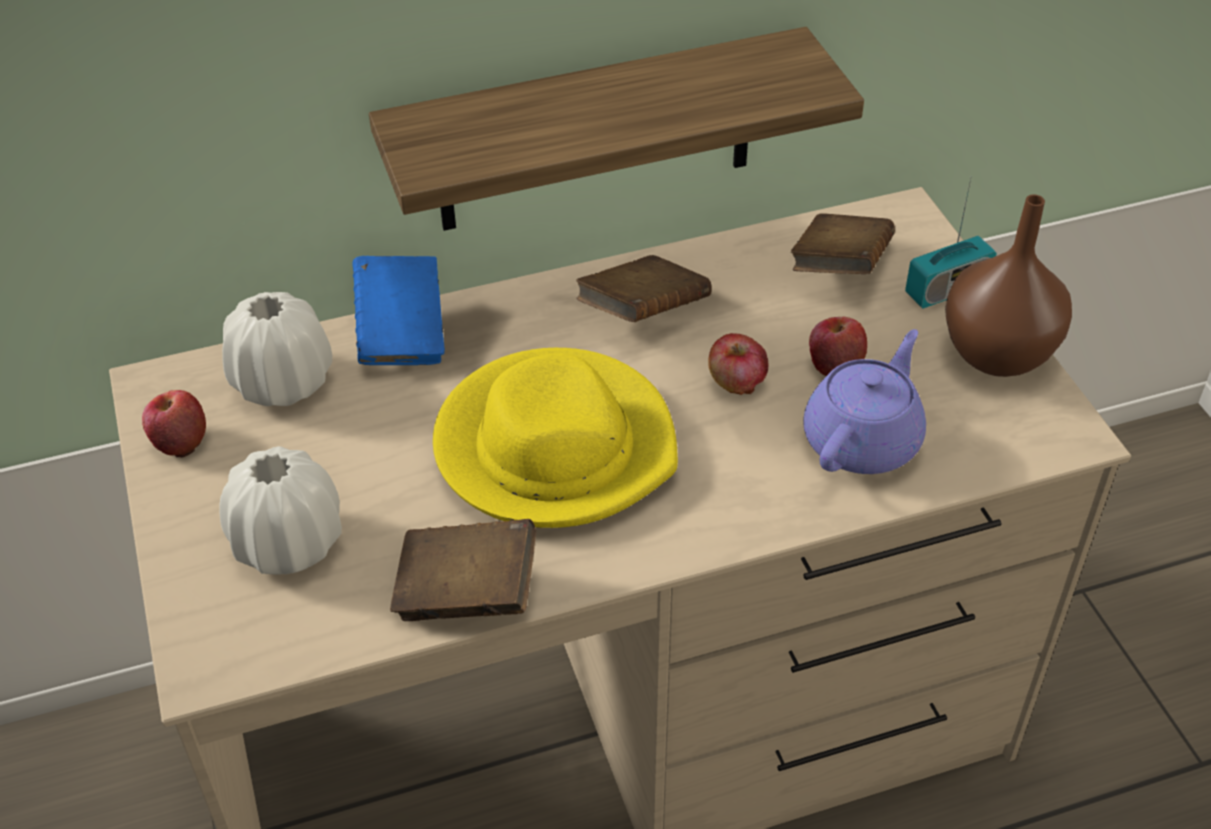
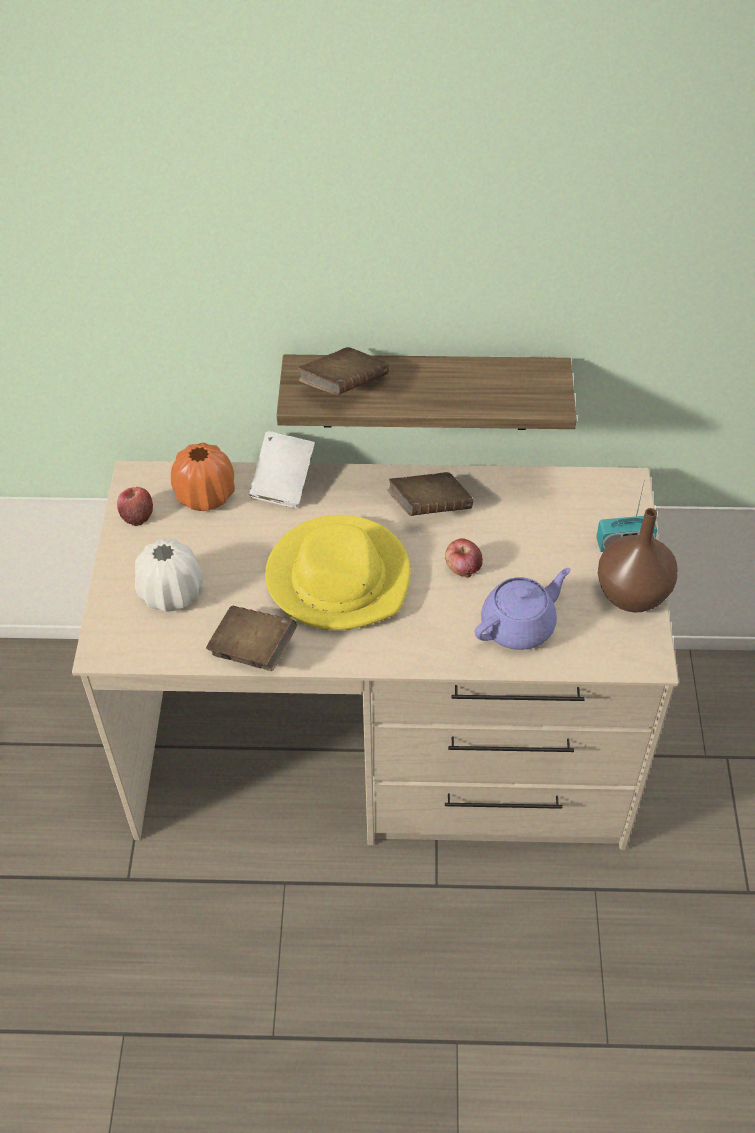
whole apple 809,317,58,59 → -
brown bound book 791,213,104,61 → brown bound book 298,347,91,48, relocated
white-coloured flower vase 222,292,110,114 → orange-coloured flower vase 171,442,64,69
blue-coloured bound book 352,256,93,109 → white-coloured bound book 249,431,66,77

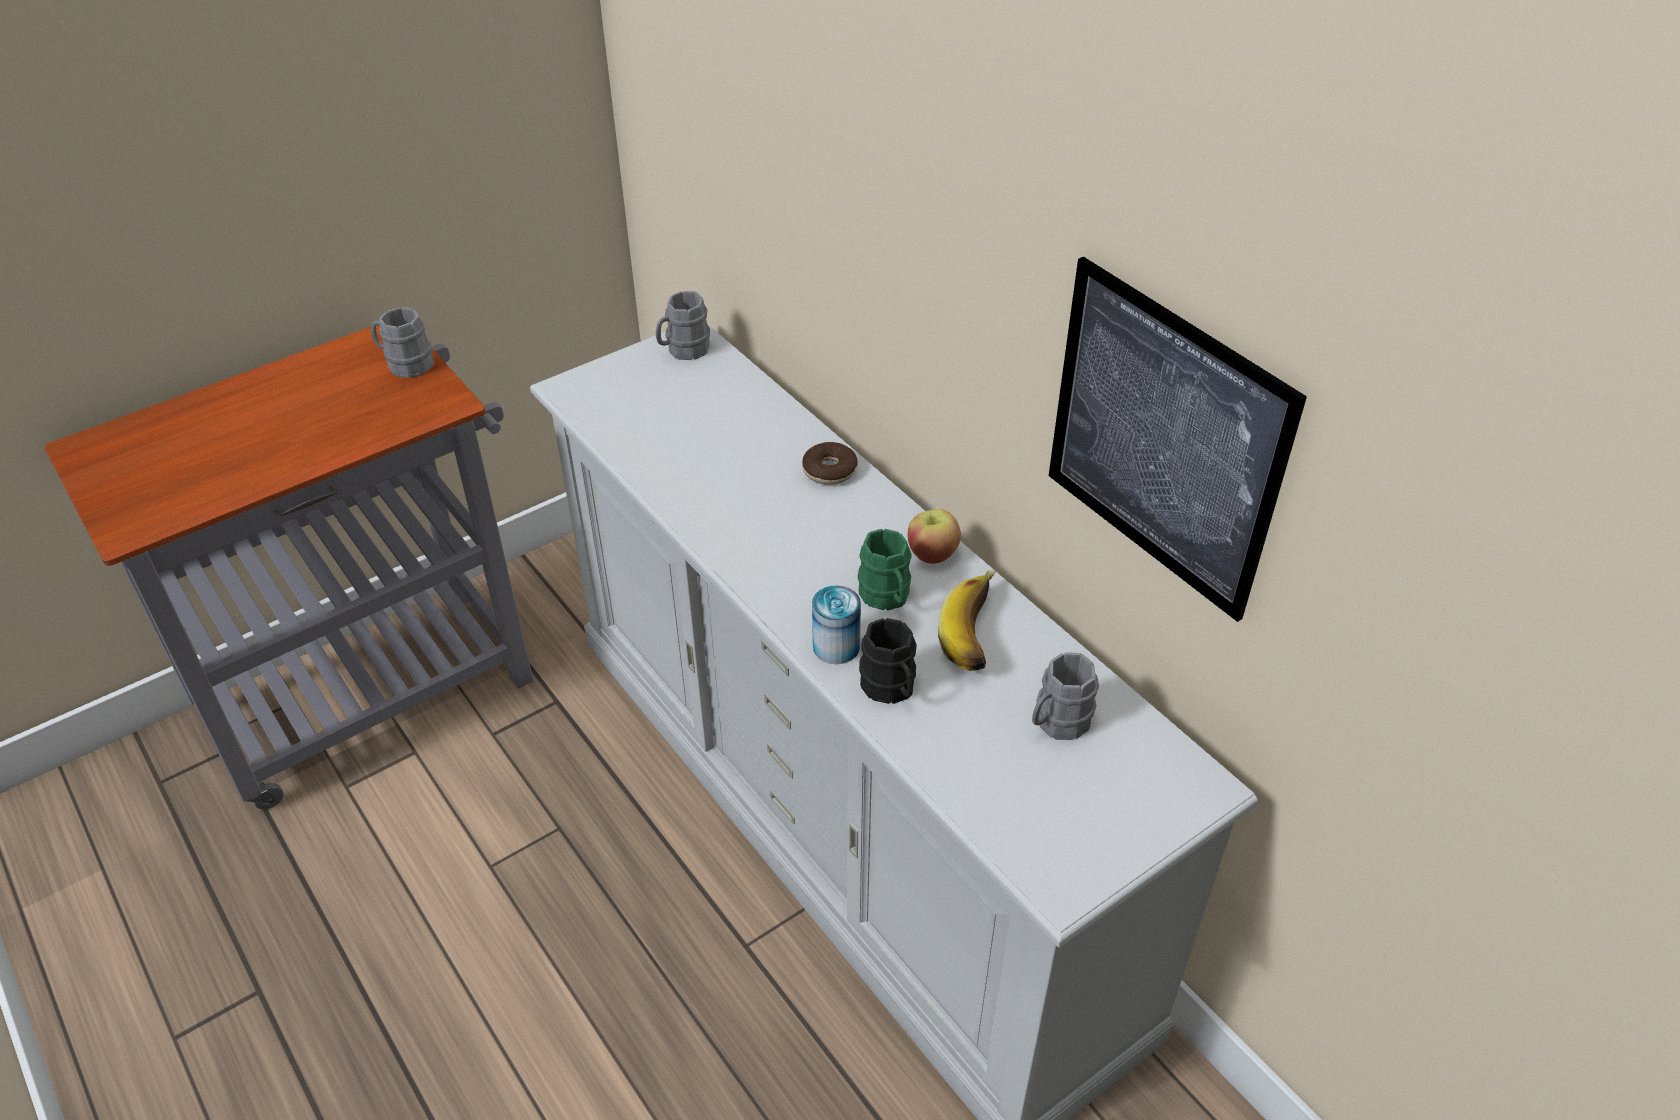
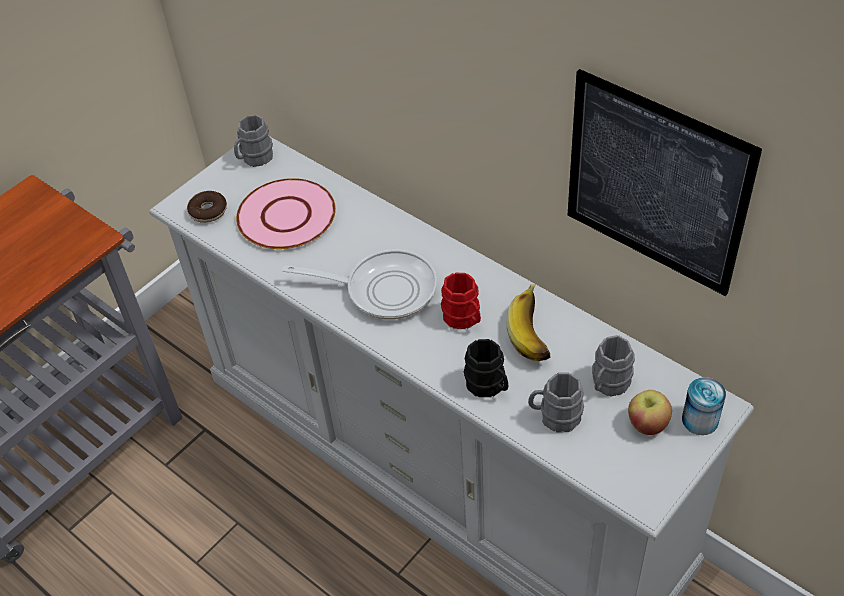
- → pink-coloured dinner plate 236,178,100,71
- → pan 282,250,155,70
gray tea mug 371,307,63,71 → gray tea mug 528,372,56,61, relocated
doughnut 802,442,56,43 → doughnut 187,191,40,32, relocated
can 812,585,49,79 → can 682,377,44,58, relocated
whole apple 908,509,53,55 → whole apple 628,390,44,45, relocated
green tea mug 858,529,54,81 → reddish tea mug 441,273,40,56

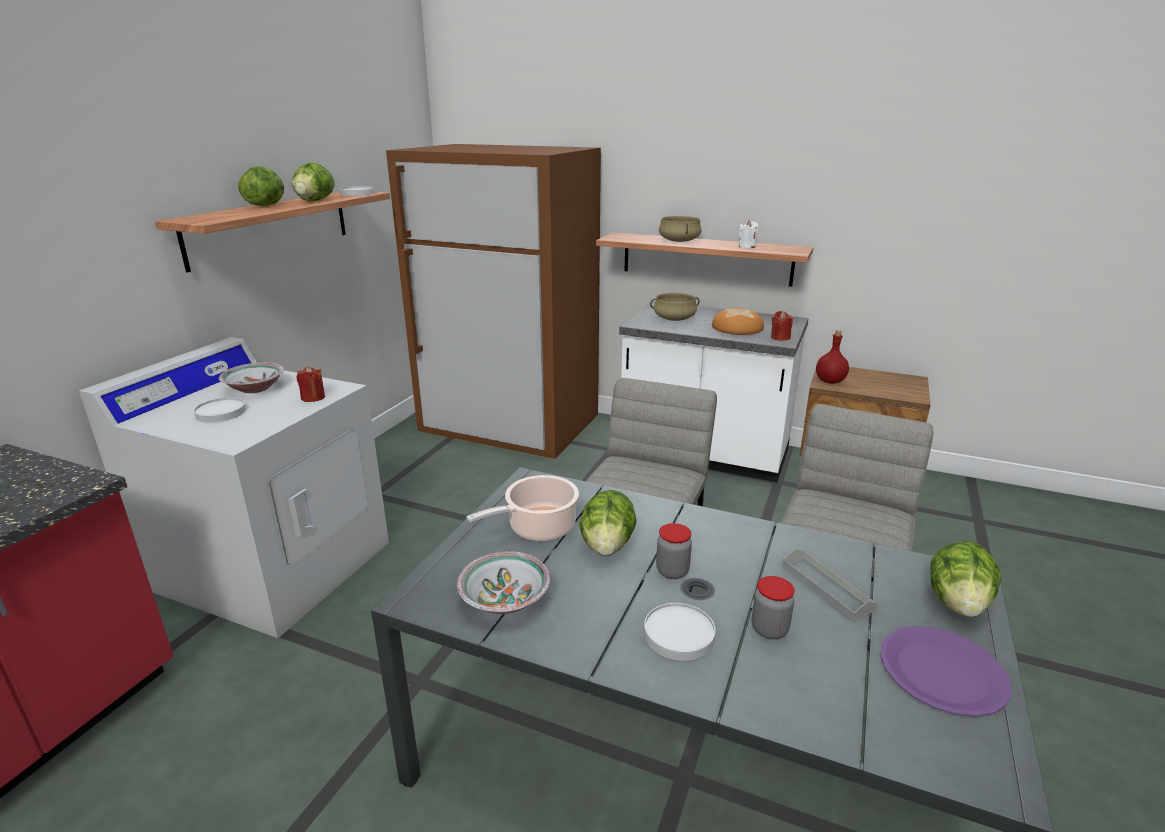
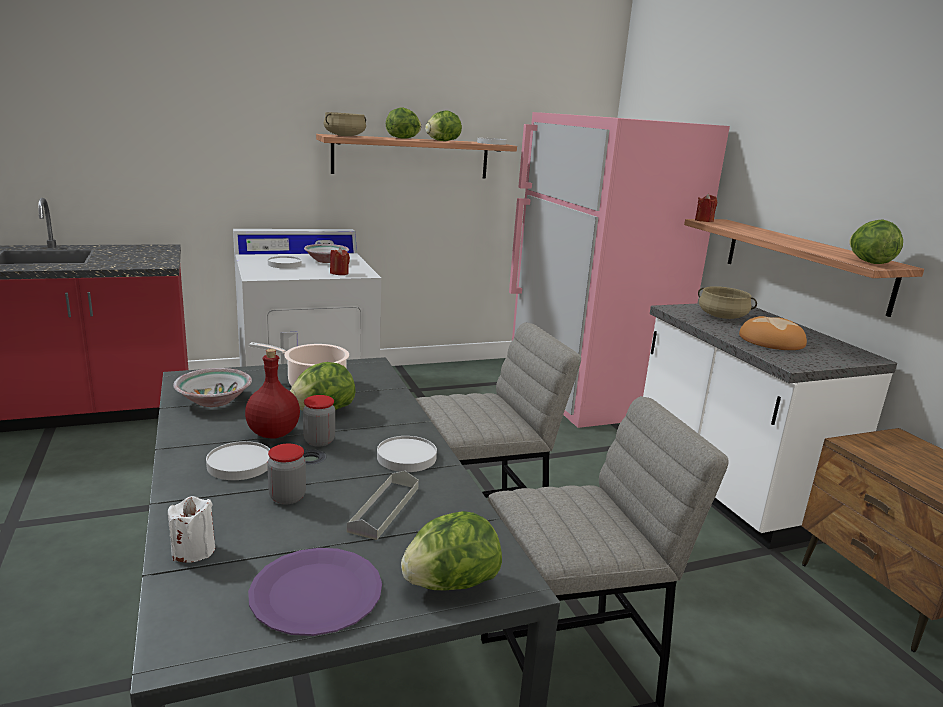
- → white-coloured dinner plate 377,436,60,36
- → lettuce head 849,219,54,45
sand-coloured stockpot 659,216,42,26 → sand-coloured stockpot 323,112,43,24, relocated
white-coloured wax candle 738,220,20,28 → white-coloured wax candle 168,496,47,66, relocated
reddish wax candle 771,311,22,30 → reddish wax candle 695,194,22,28, relocated
reddish beverage bottle 816,330,33,54 → reddish beverage bottle 245,349,55,90, relocated
brown kitchen fridge 386,144,215,315 → pink-coloured kitchen fridge 509,112,221,316

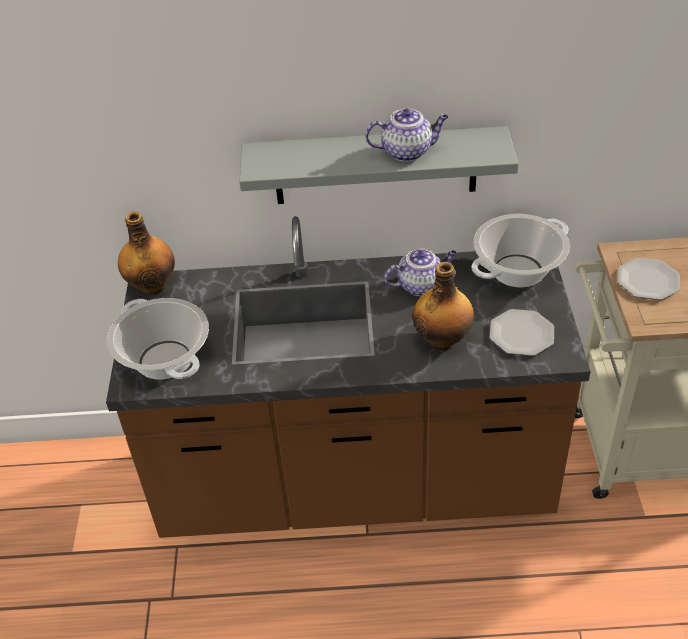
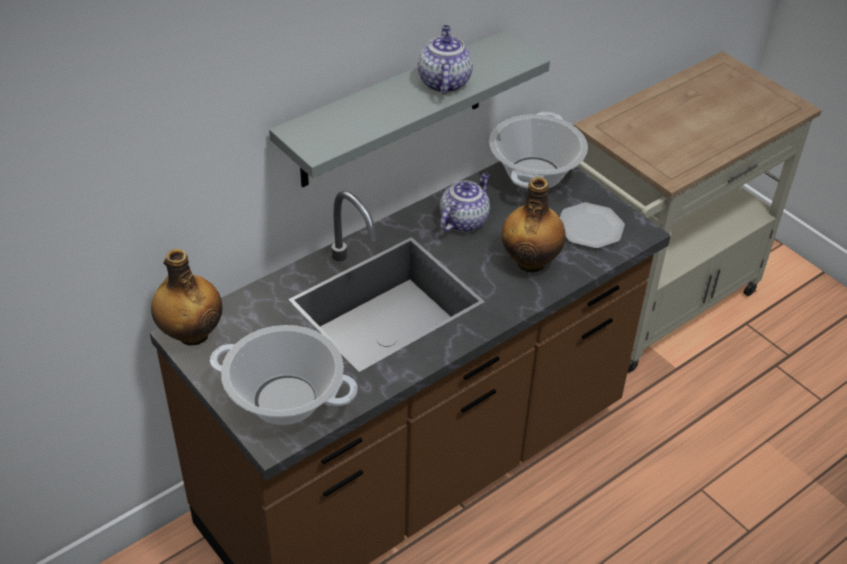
dinner plate 618,258,62,42 → -
pot for tea 365,109,84,53 → pot for tea 418,25,55,69, 45 degrees counterclockwise

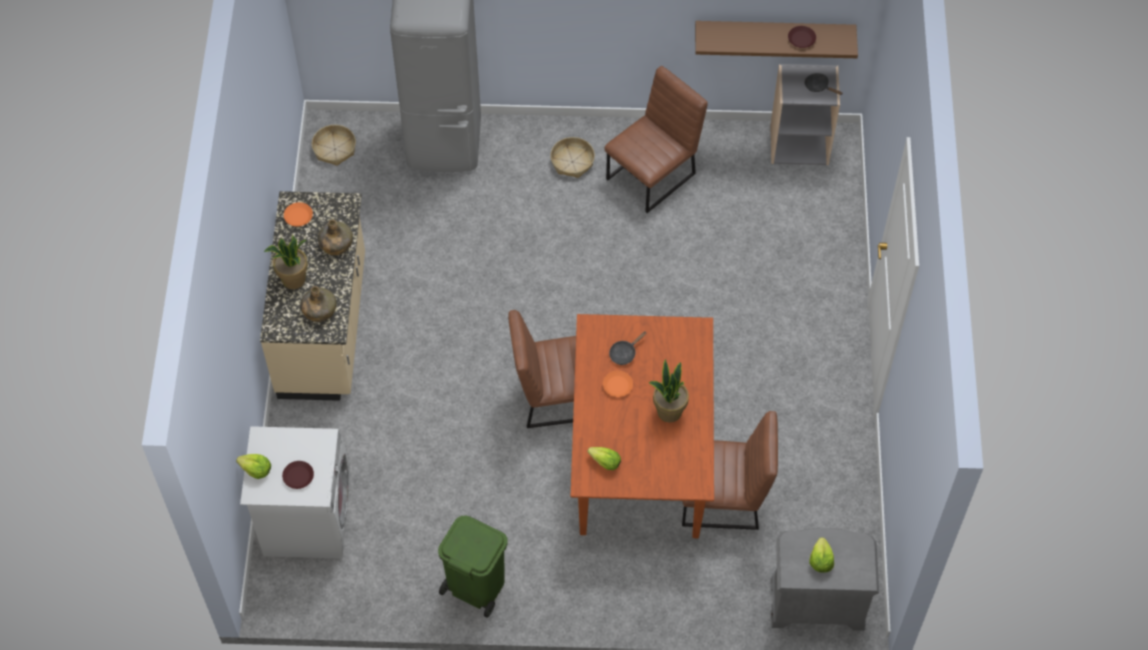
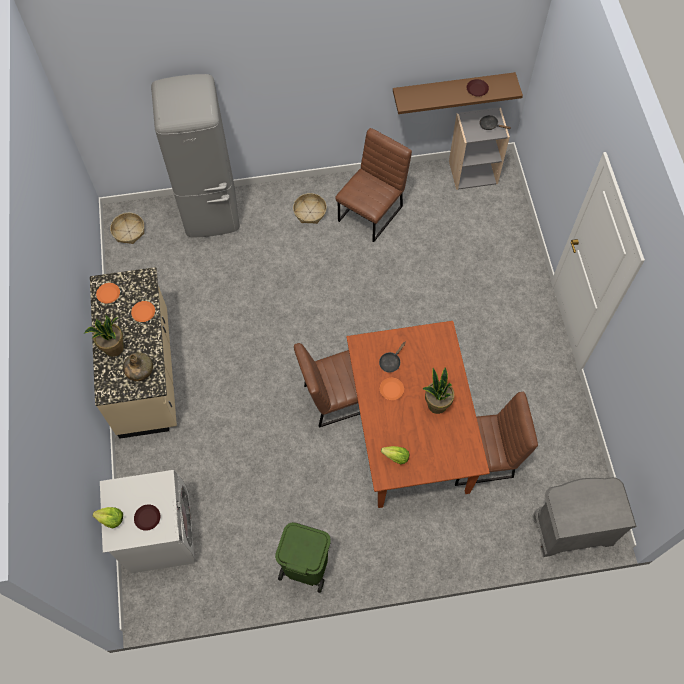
lettuce head 809,537,25,35 → -
green beverage bottle 318,219,35,36 → orange-coloured dinner plate 131,301,24,21

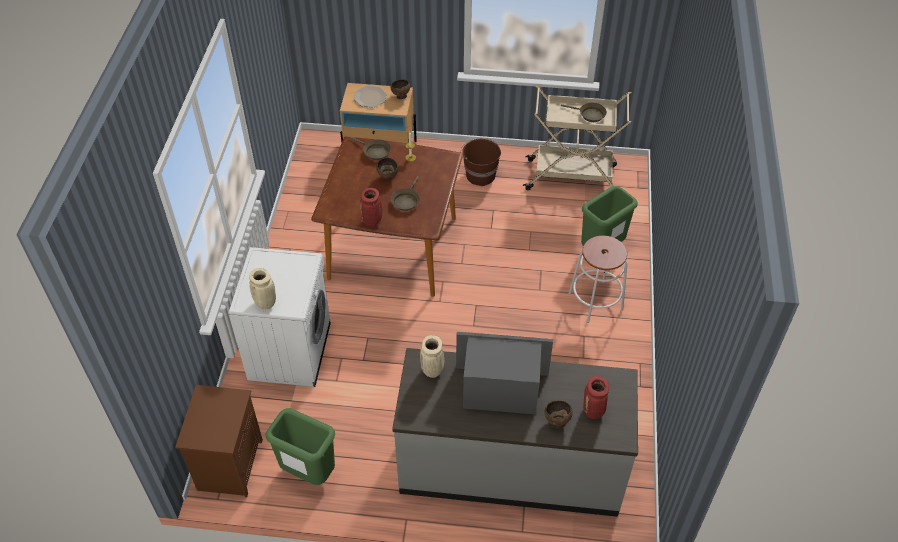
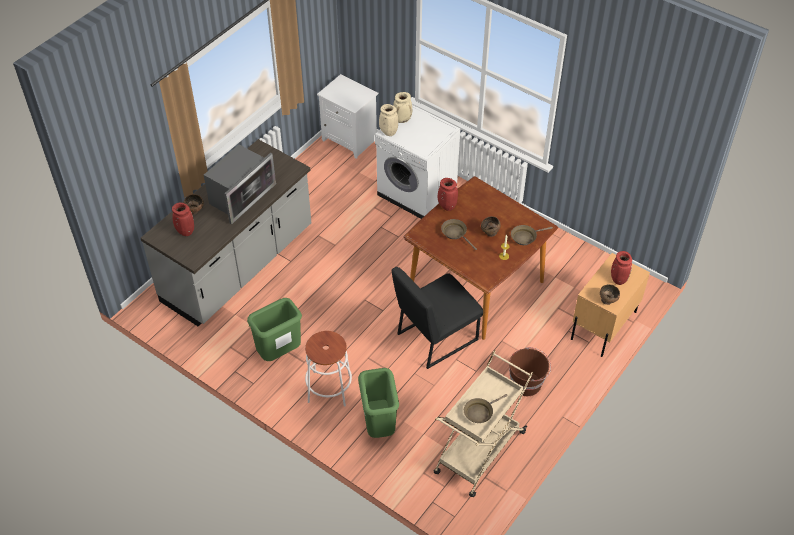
- → blackish upright chair 392,267,91,102
green trash can 266,408,69,77 → green trash can 247,298,55,63, relocated
sand-coloured flower vase 420,335,24,43 → sand-coloured flower vase 379,104,19,32, relocated
dinner plate 354,86,33,21 → reddish flower vase 611,251,21,34
brown nightstand 175,385,88,113 → white-coloured nightstand 317,74,61,85

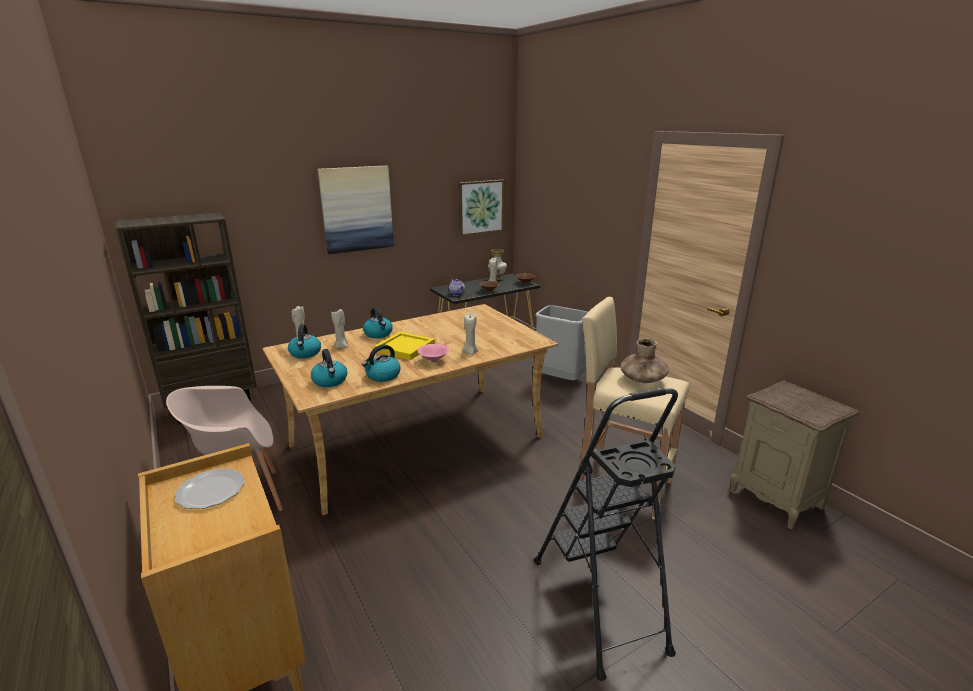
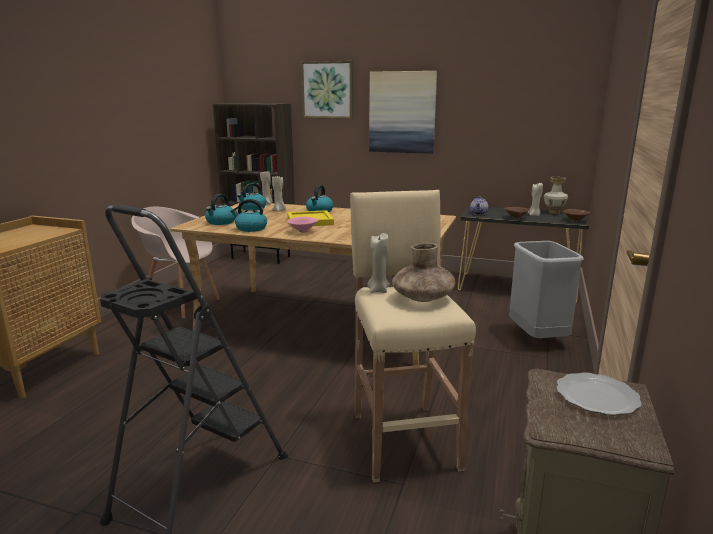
dinner plate 175,469,70,40 → dinner plate 556,372,86,43, relocated
picture 458,180,46,56 → picture 301,61,52,58, relocated
sand-coloured wax candle 462,312,16,43 → sand-coloured wax candle 367,233,23,60, relocated

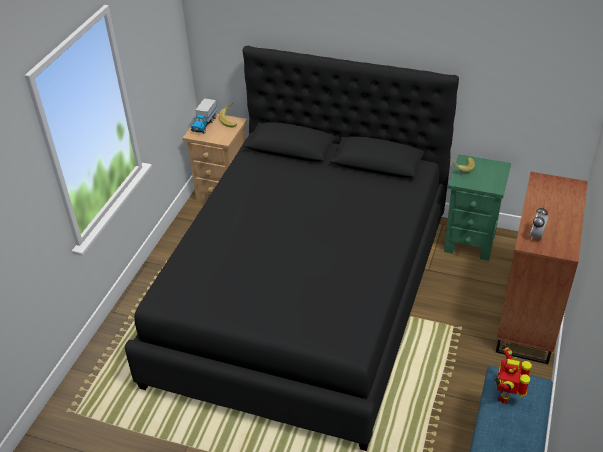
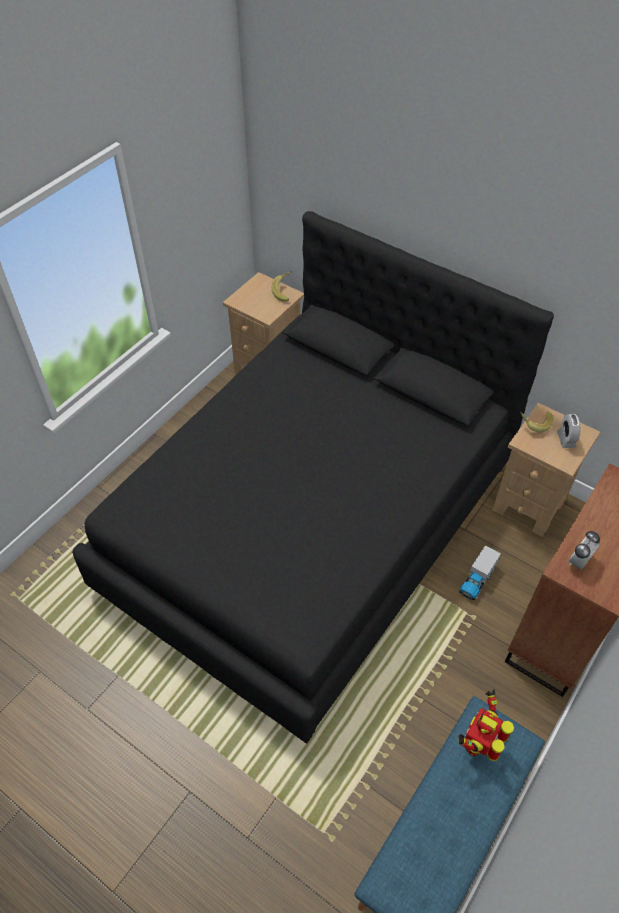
- → bedside clock 557,414,23,34
toy truck 191,98,26,36 → toy truck 459,545,42,55, relocated
green nightstand 444,154,67,107 → sand-coloured nightstand 493,403,107,134

